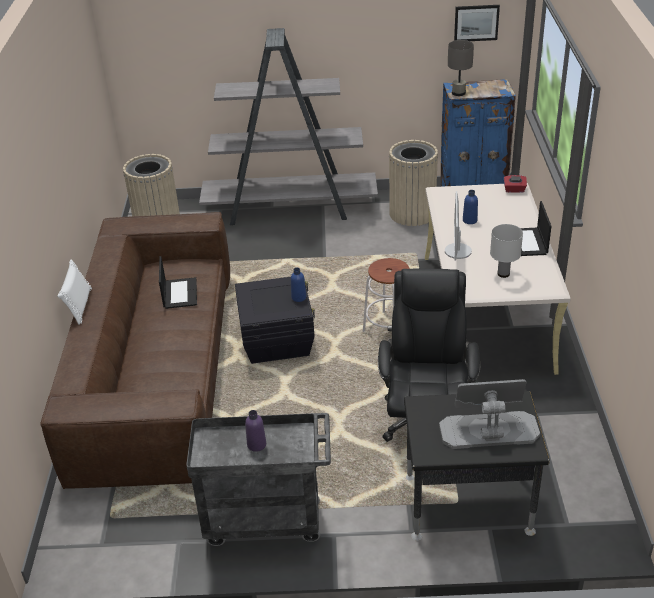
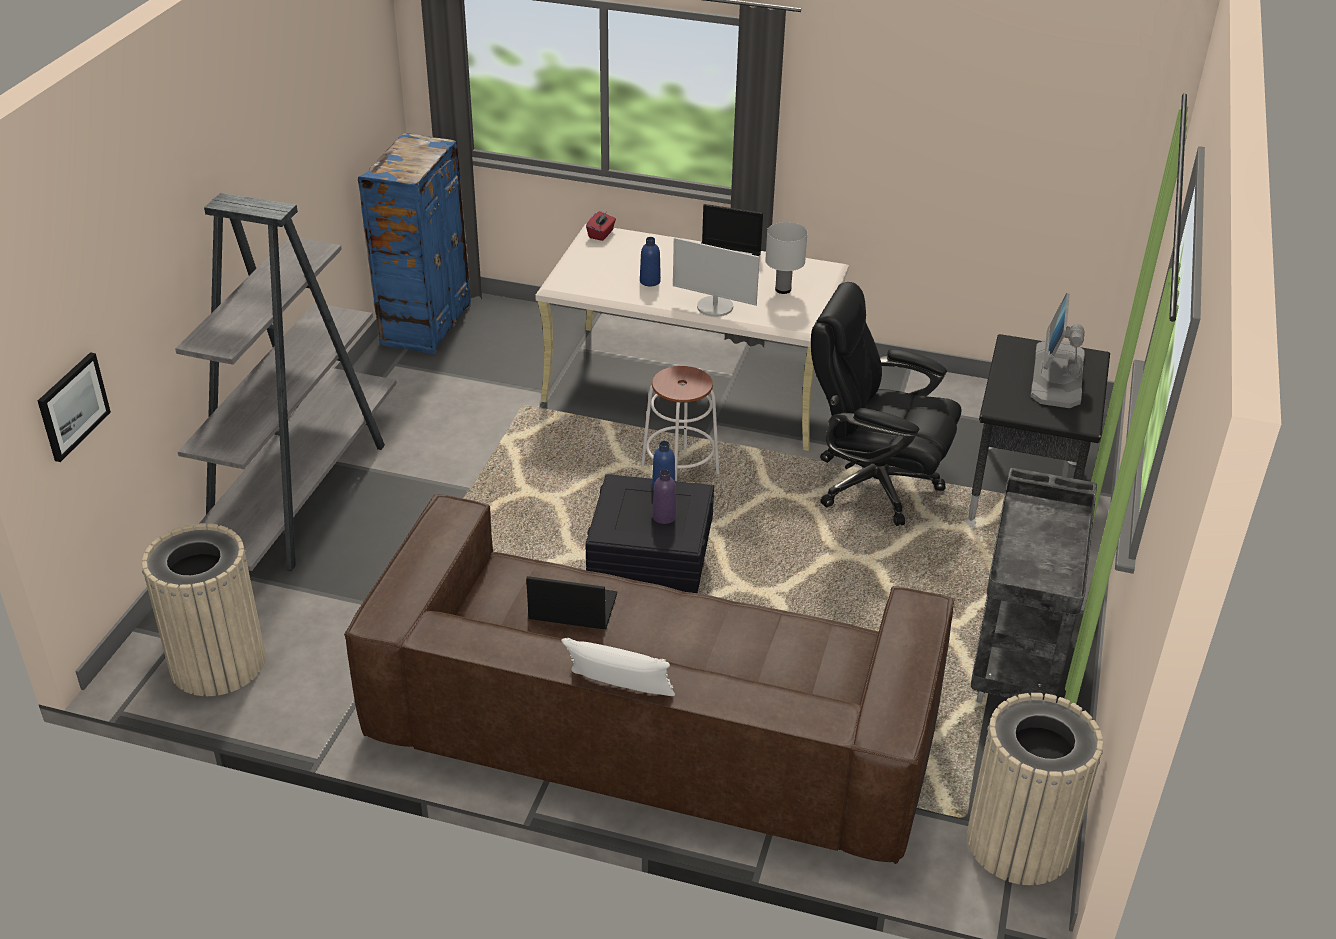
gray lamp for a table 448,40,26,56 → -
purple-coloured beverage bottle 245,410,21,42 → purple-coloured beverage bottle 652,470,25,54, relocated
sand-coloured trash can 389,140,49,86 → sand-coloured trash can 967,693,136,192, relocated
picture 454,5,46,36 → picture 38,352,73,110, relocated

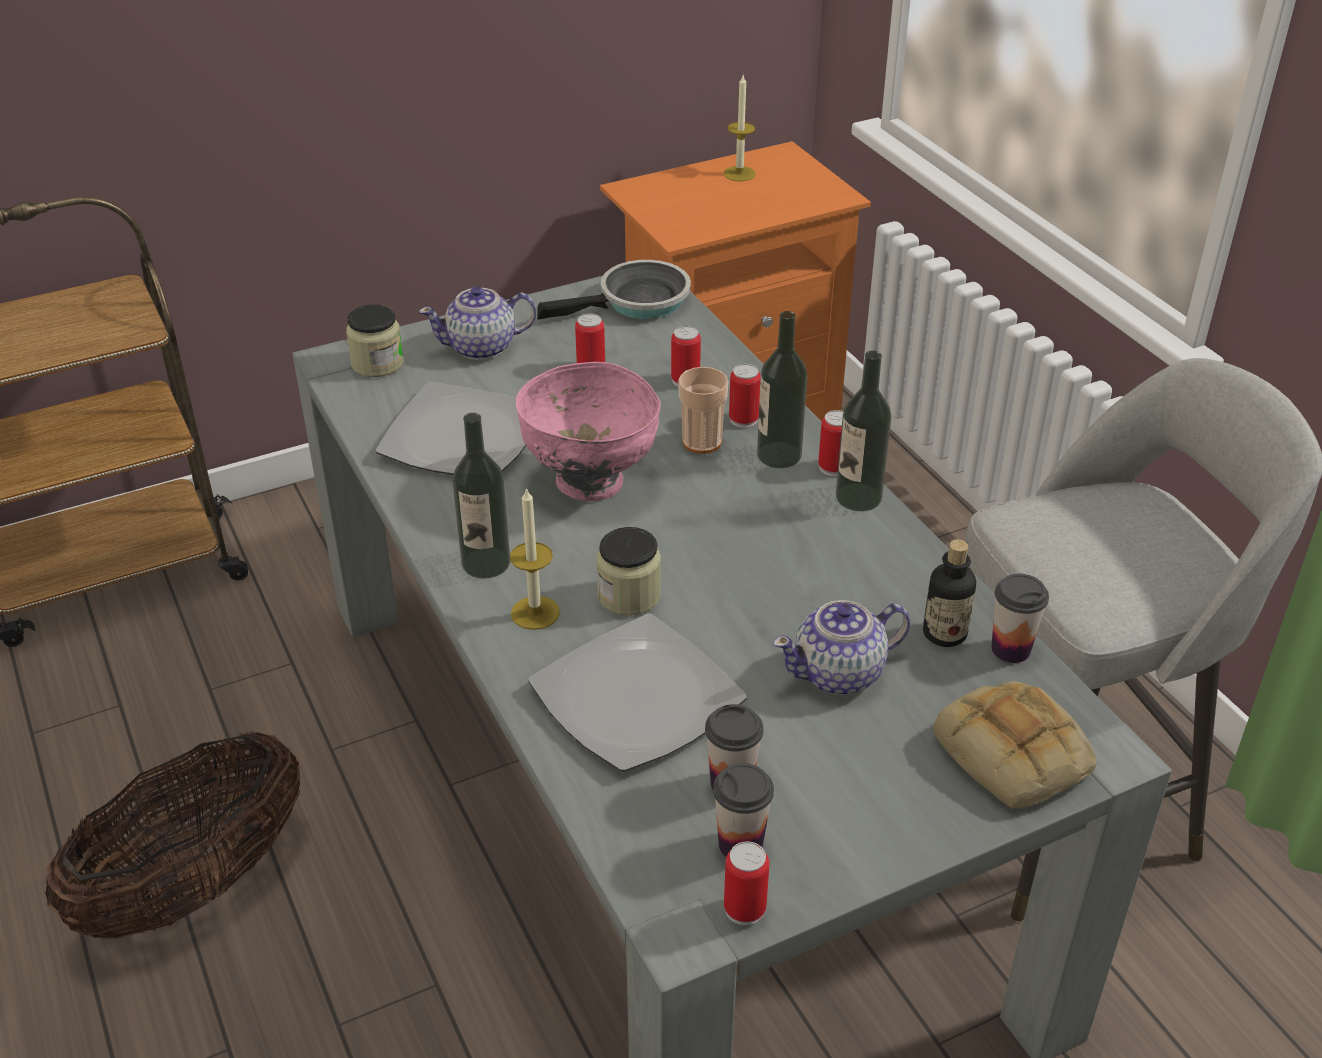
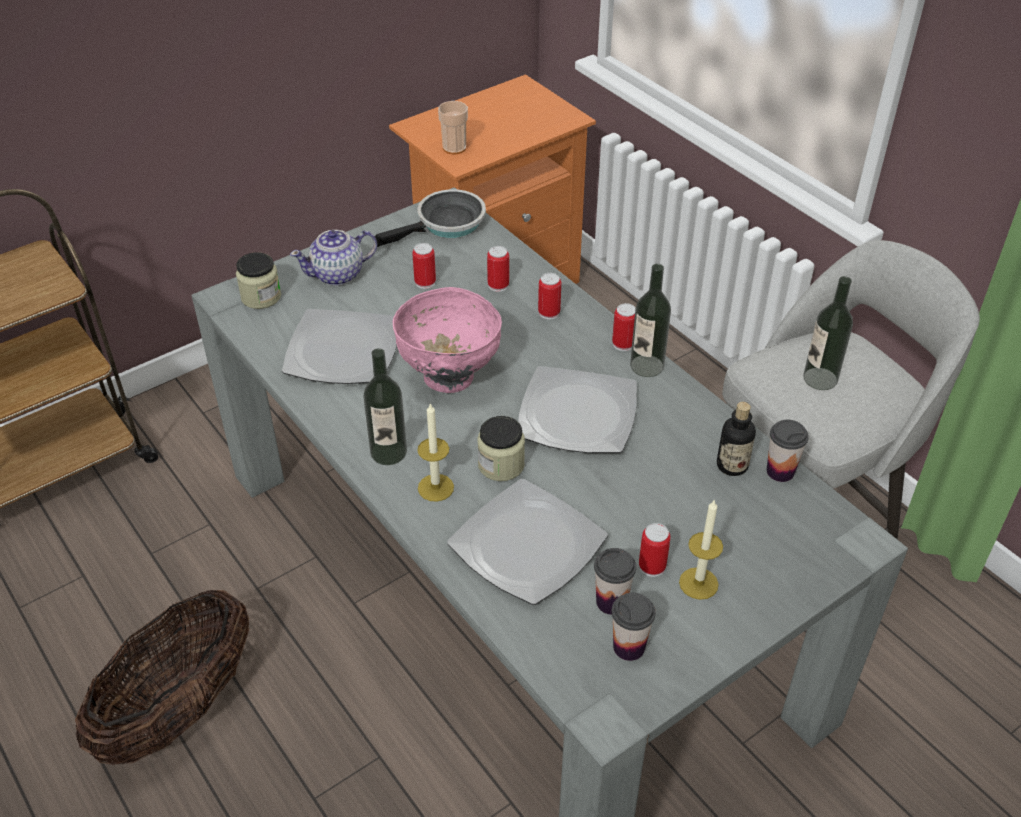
pot for tea 773,600,137,95 → -
bread 933,681,164,129 → -
- → dinner plate 518,366,119,87
drinking cup 678,367,50,87 → drinking cup 438,101,30,53, relocated
wax candle 724,75,31,106 → wax candle 679,499,44,101, relocated
can 724,841,45,85 → can 639,523,32,54, relocated
beverage bottle 757,311,50,157 → beverage bottle 803,276,50,114, relocated

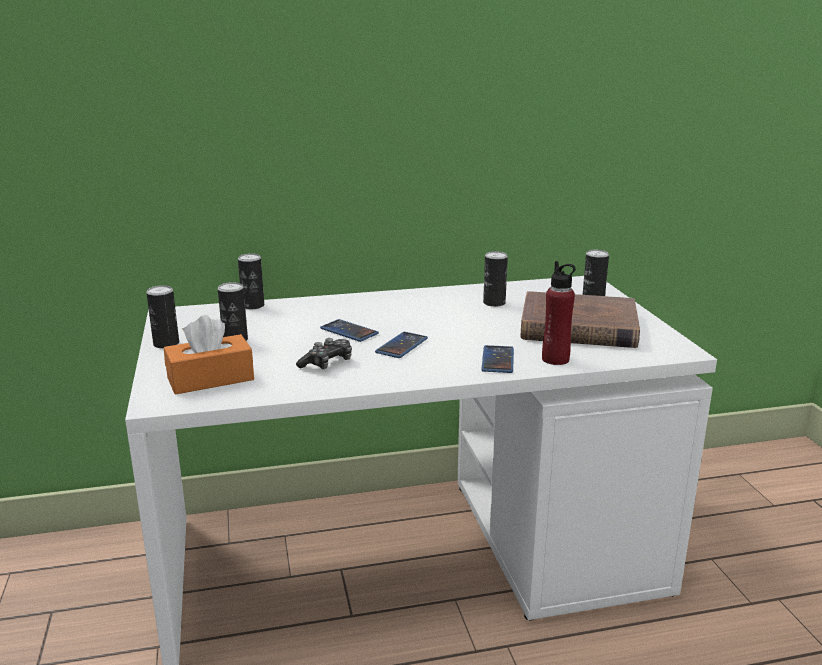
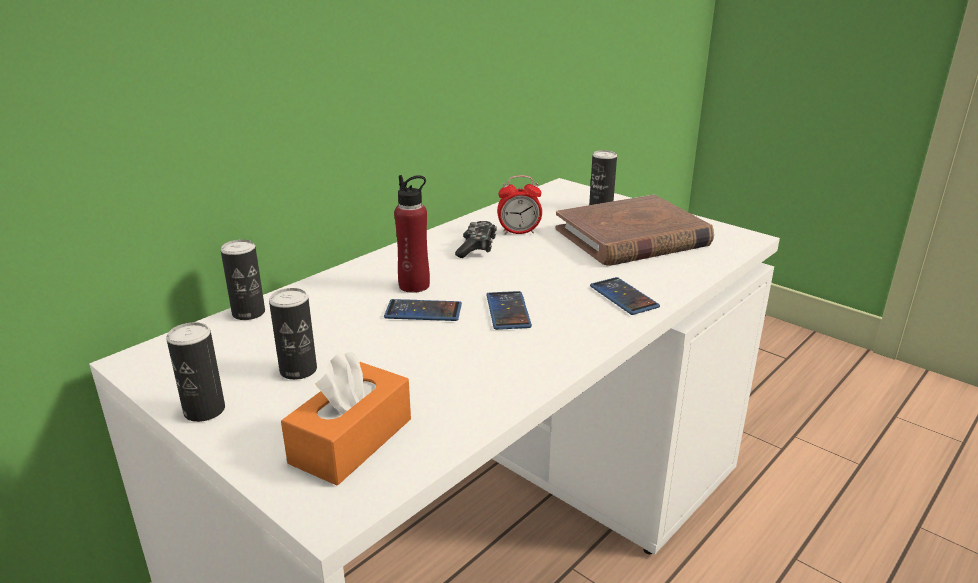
game controller 296,338,56,32 → game controller 455,221,42,37, relocated
reddish beverage bottle 542,261,34,104 → reddish beverage bottle 394,175,36,118, relocated
can 483,251,25,56 → bedside clock 497,175,45,60

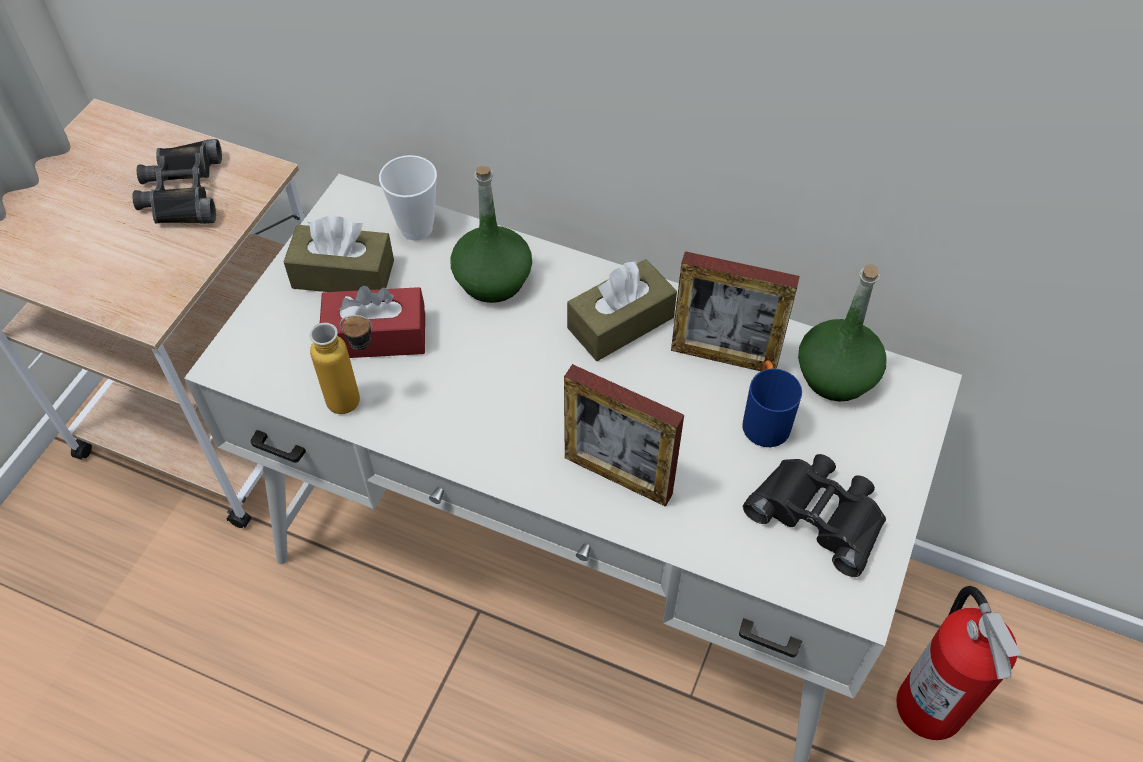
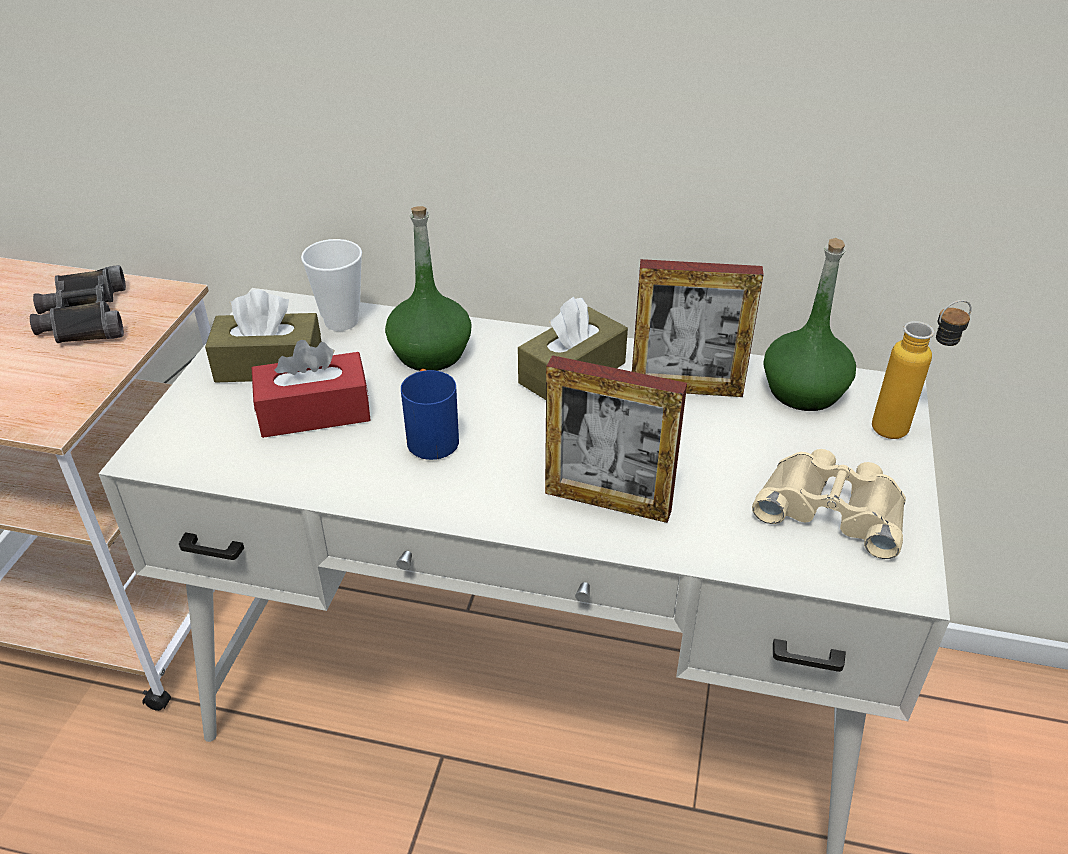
extinguisher 896,586,125,154 → -
beverage bottle 310,315,63,99 → beverage bottle 872,300,100,139, relocated
blue-coloured tea mug 742,360,60,87 → blue-coloured tea mug 401,369,58,91, relocated
blackish pair of binoculars 743,454,143,123 → sand-coloured pair of binoculars 752,449,154,110

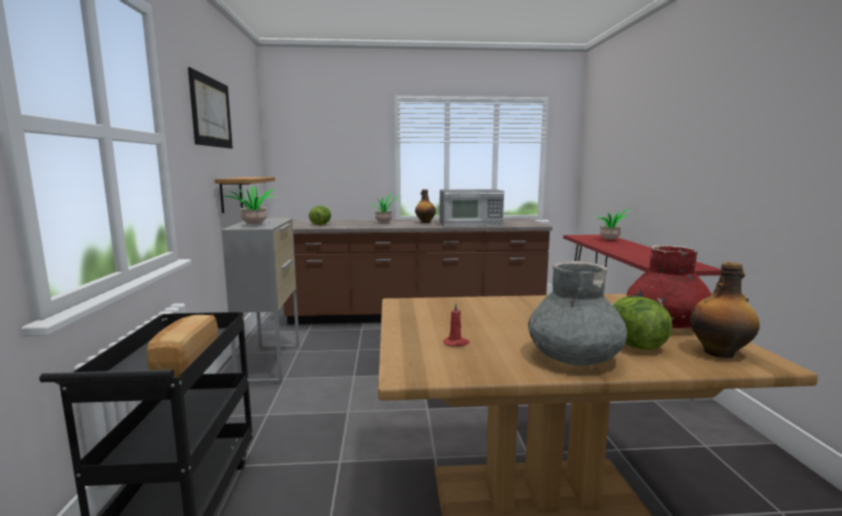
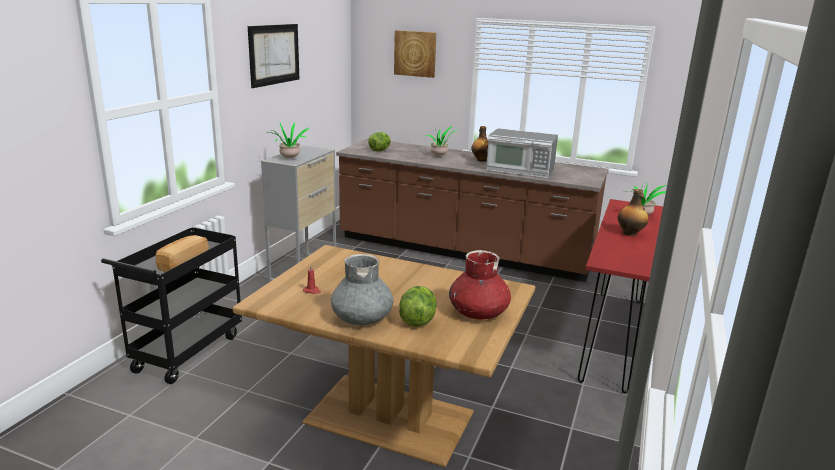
shelf 215,177,60,36 → -
- → picture 394,30,42,48
beverage bottle 690,262,70,96 → beverage bottle 618,189,30,47, relocated

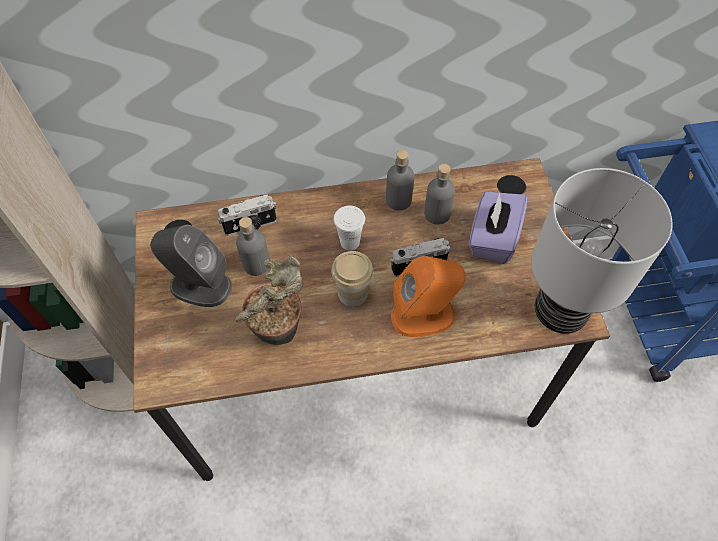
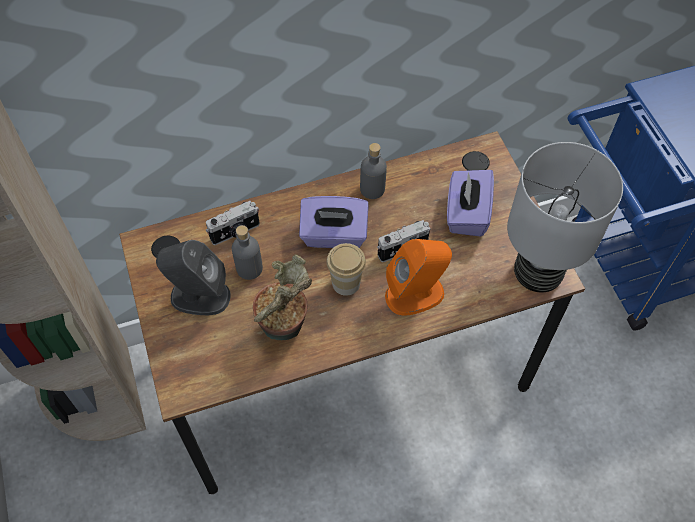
gray beverage bottle 424,164,31,61 → -
white-coloured drinking cup 333,206,32,45 → purple-coloured box of tissues 299,196,70,52

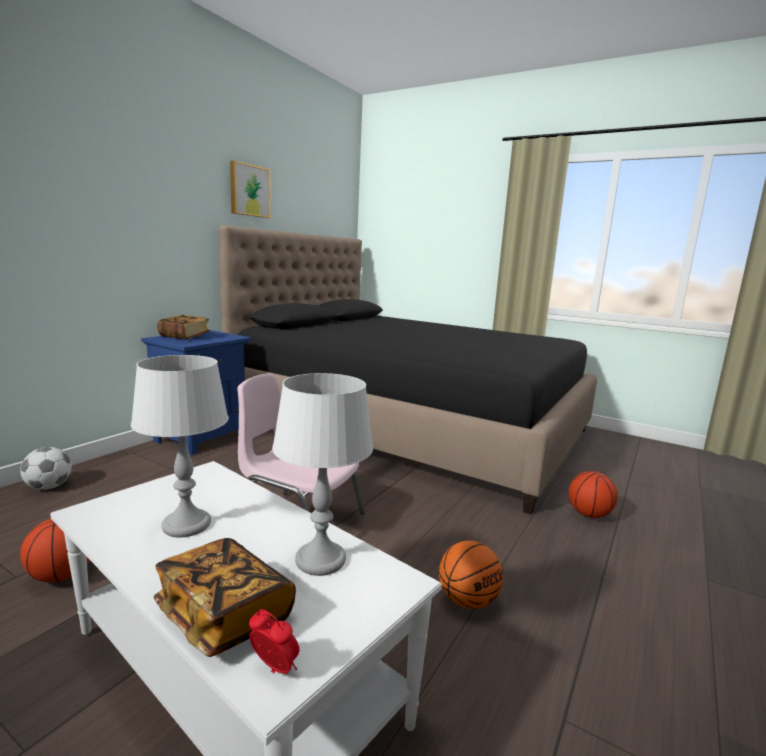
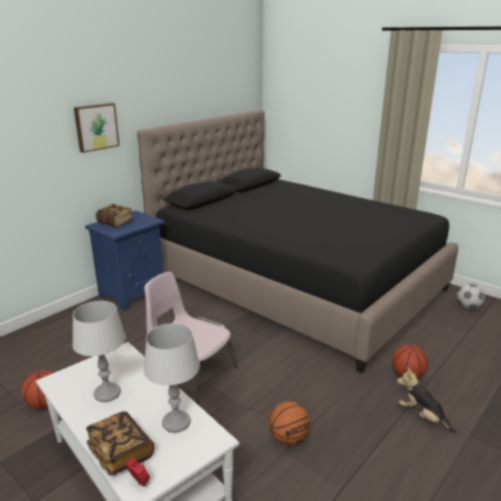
- → soft toy 397,367,60,67
football ball 20,447,52,43 → football ball 457,283,28,26, relocated
picture 230,161,41,57 → picture 74,103,46,50, relocated

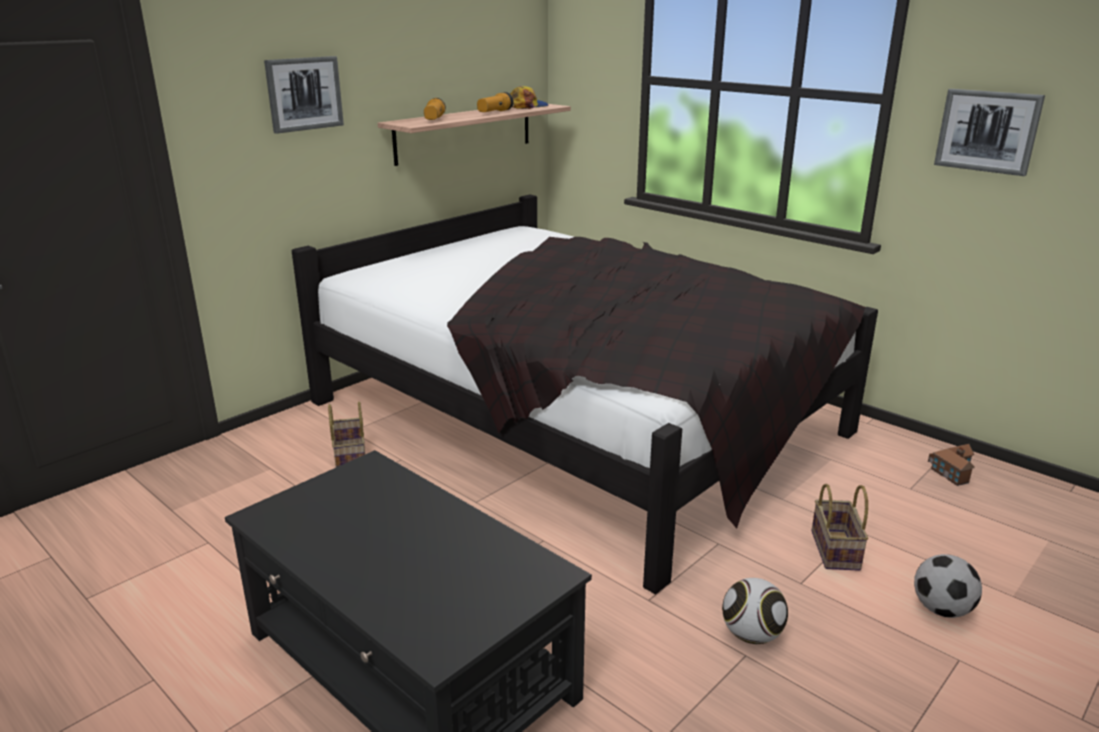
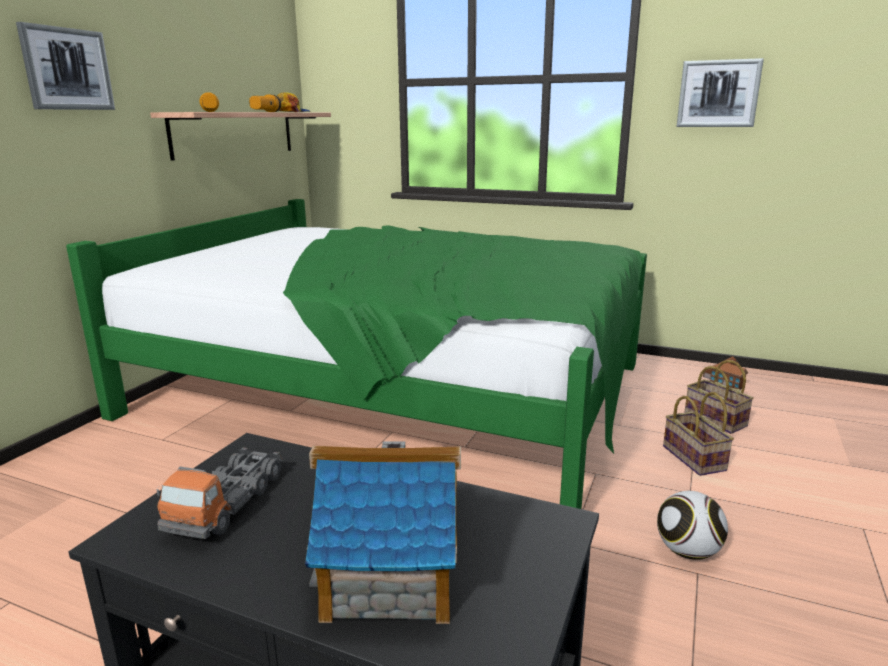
football ball 914,554,68,64 → -
- → toy truck 156,447,127,92
- → miniature house 305,441,156,183
household basket 328,401,37,66 → household basket 684,360,70,74, relocated
blackish bedroom bed 292,194,586,400 → green bedroom bed 66,199,581,310

